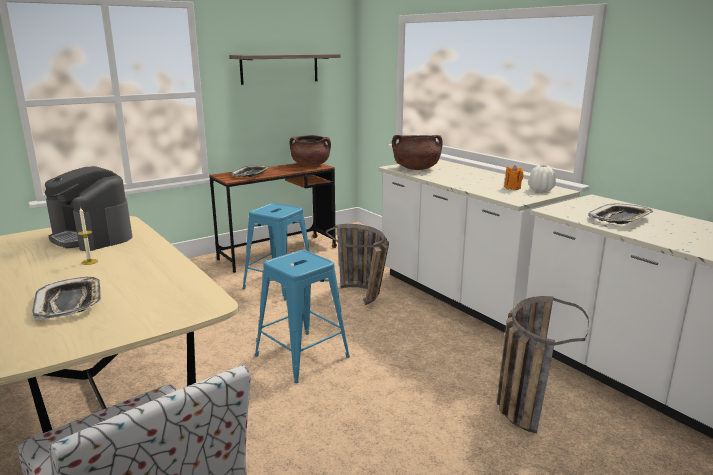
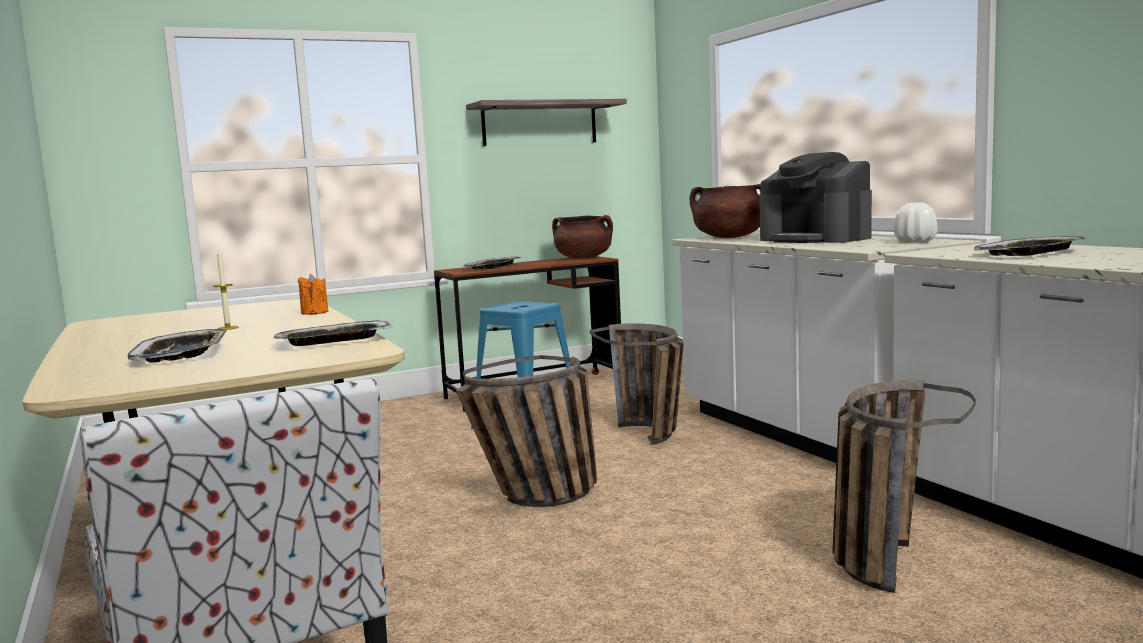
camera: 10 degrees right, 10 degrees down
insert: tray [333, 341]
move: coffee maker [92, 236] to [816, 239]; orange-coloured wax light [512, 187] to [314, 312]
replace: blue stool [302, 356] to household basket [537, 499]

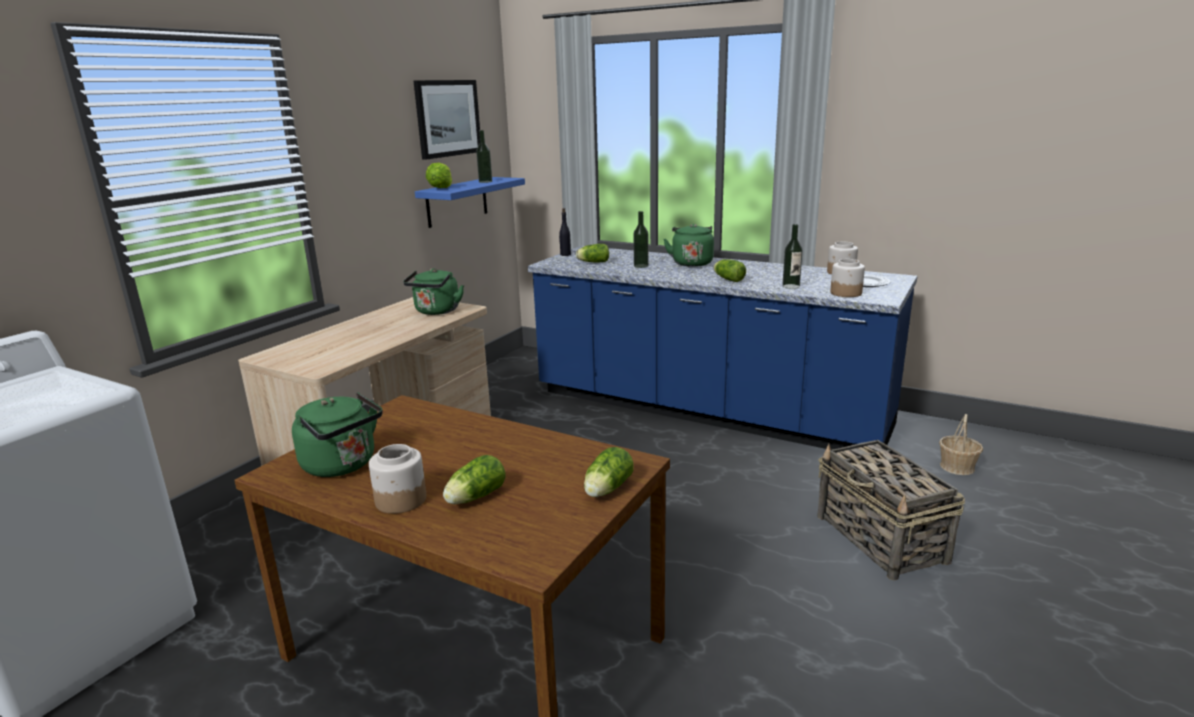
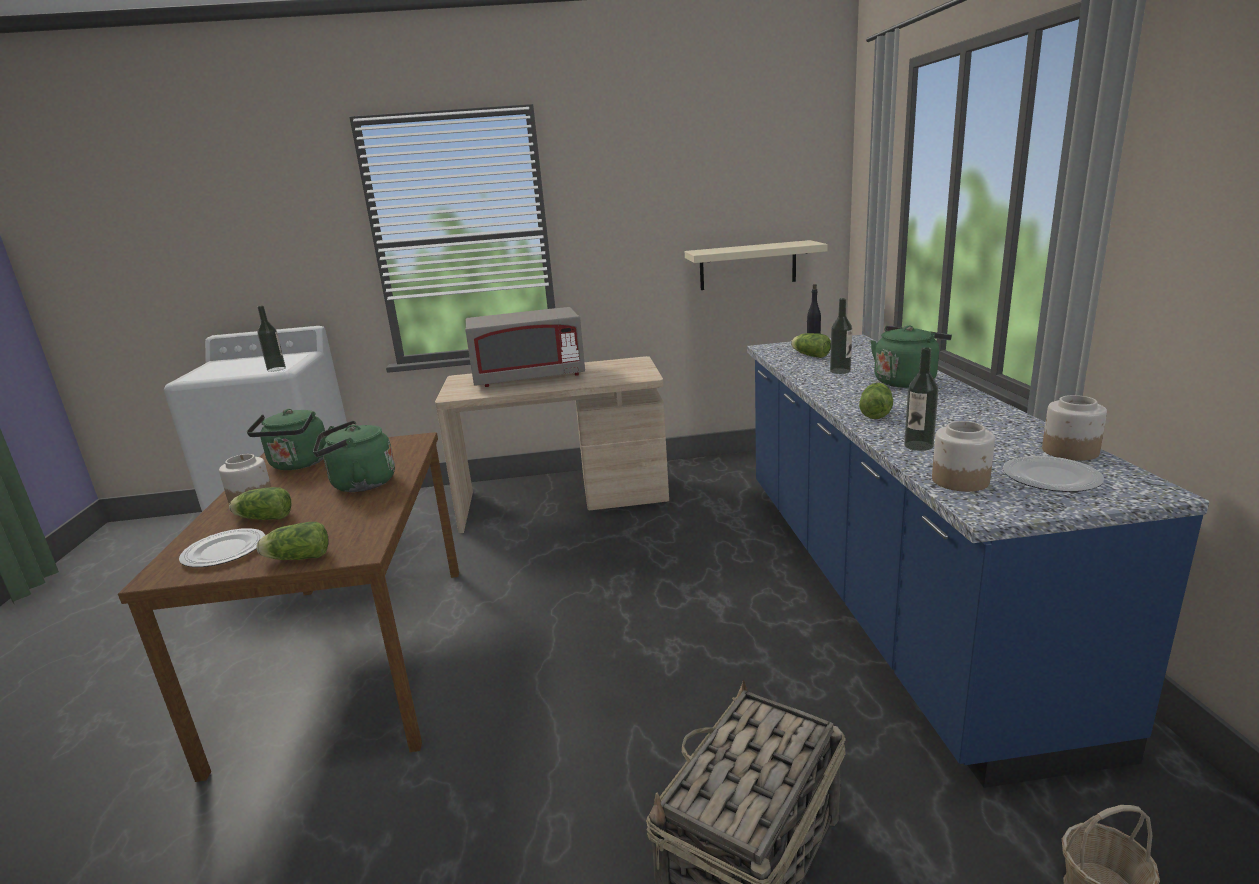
camera: 55 degrees right, 0 degrees up
delete: picture [448, 118]; lettuce head [440, 188]
insert: plate [225, 551]; grey microwave oven [529, 378]
move: green-coloured water kettle [436, 312] to [359, 484]; beverage bottle [485, 181] to [276, 369]
recolor: blue wall shelf [457, 202] to sand-coloured wall shelf [748, 265]

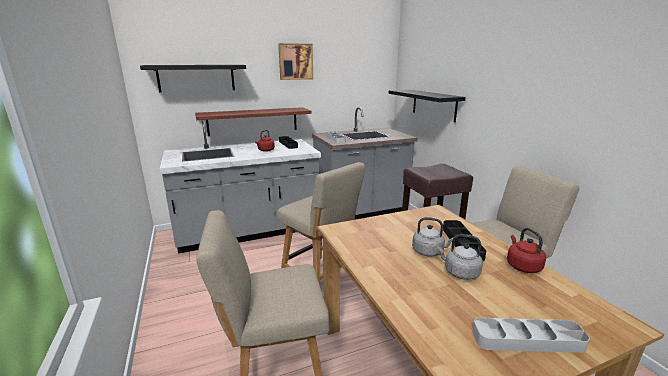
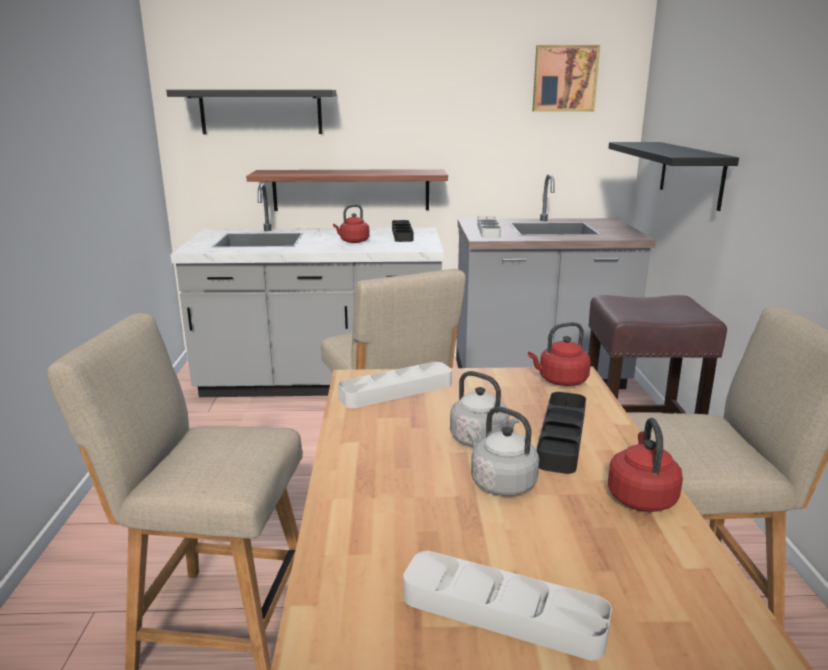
camera: 20 degrees right, 0 degrees up
insert: grey tray [396, 391]; red-coloured water kettle [560, 381]
move: picture [295, 61] to [564, 78]

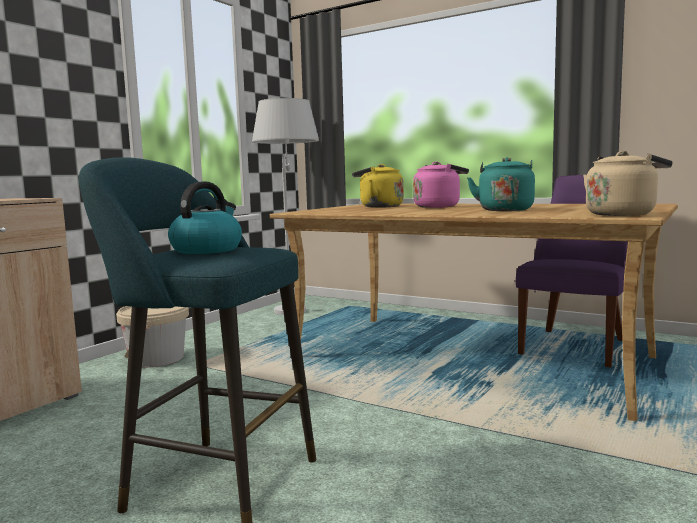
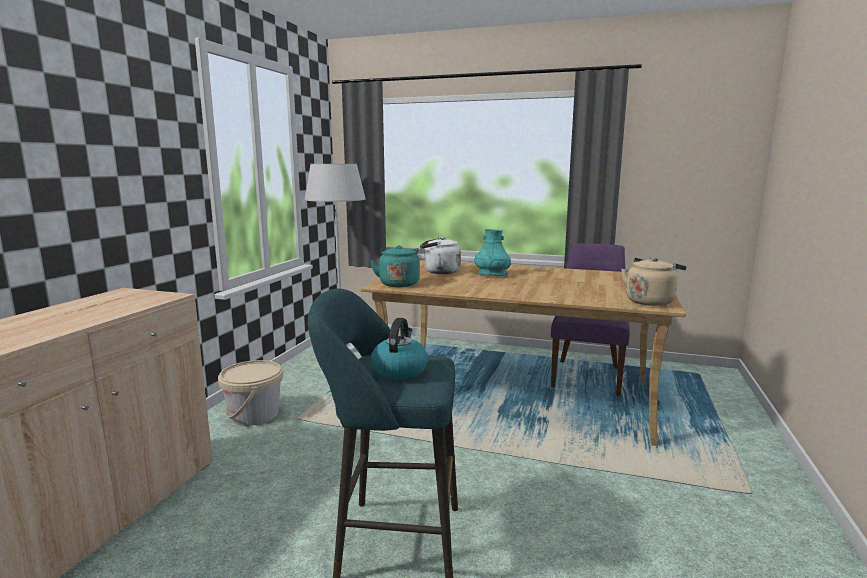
camera: 15 degrees left, 5 degrees up
move: turquoise water kettle [505, 210] to [399, 283]
replace: pinkish water kettle [439, 207] to turquoise decorative vase [492, 274]
recolor: yellow-coloured water kettle [378, 207] to whitish water kettle [439, 272]

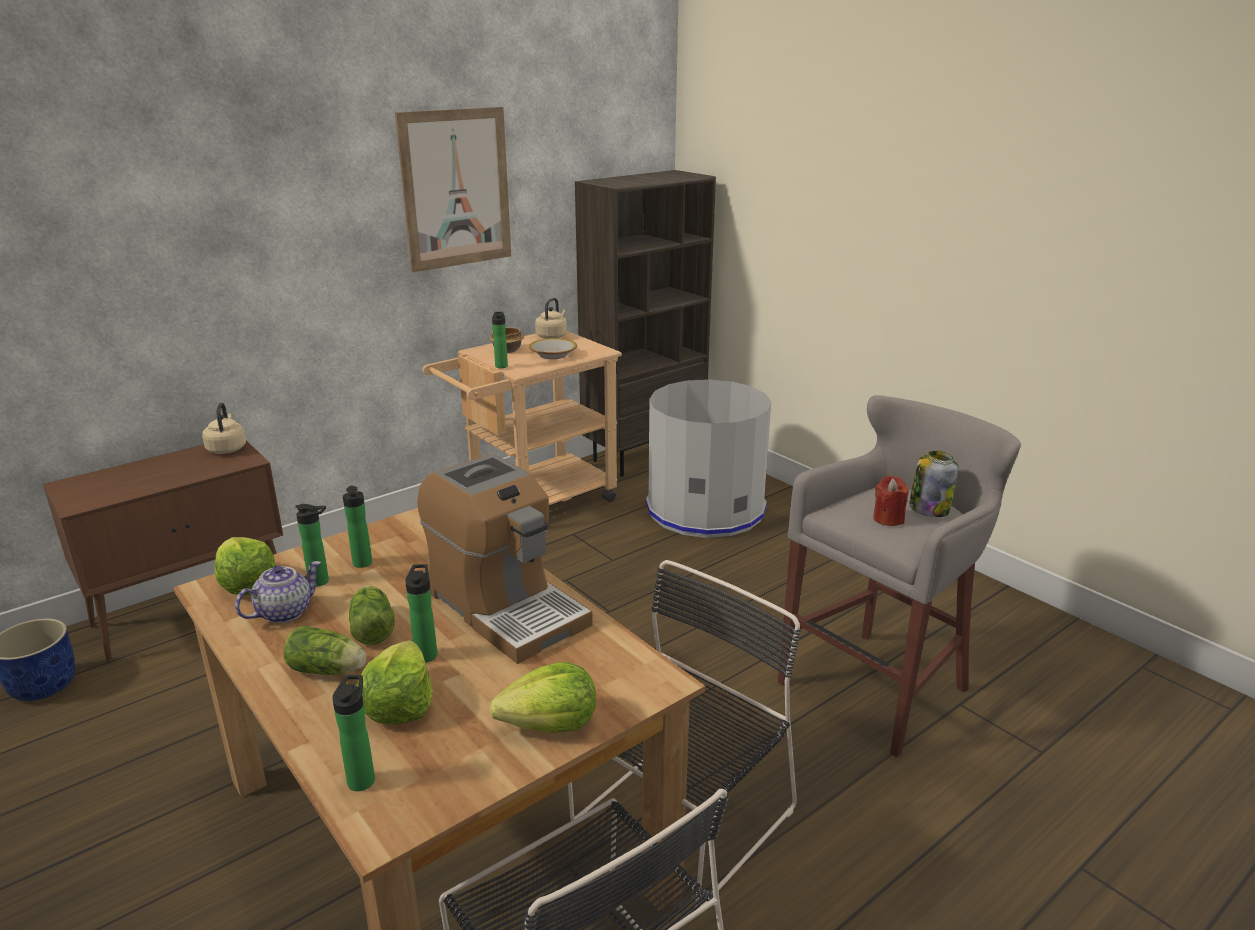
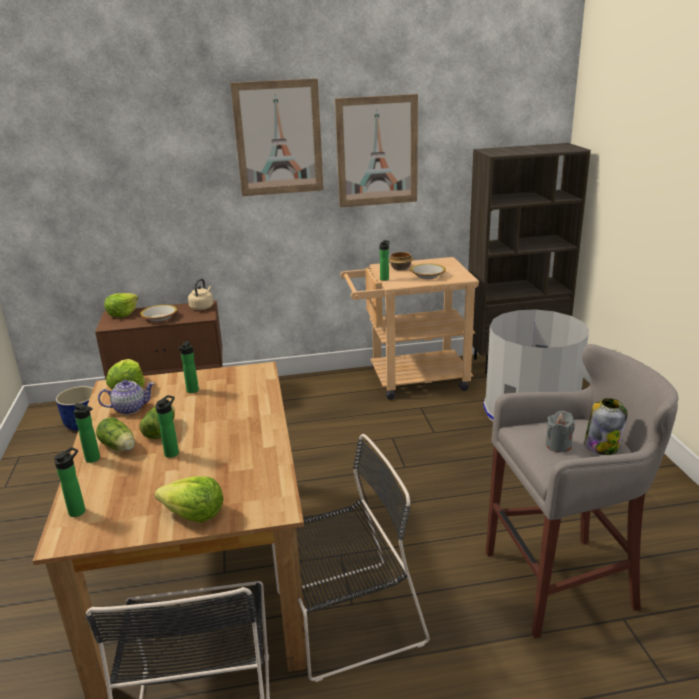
camera: 30 degrees right, 0 degrees up
delete: coffee maker [506, 607]; sand-coloured water kettle [552, 336]
insert: bowl [159, 318]; picture [278, 138]
move: beverage bottle [322, 581] to [94, 459]; lettuce head [398, 704] to [123, 314]
recolor: red-coloured wax light [888, 519] to grey wax light [558, 445]

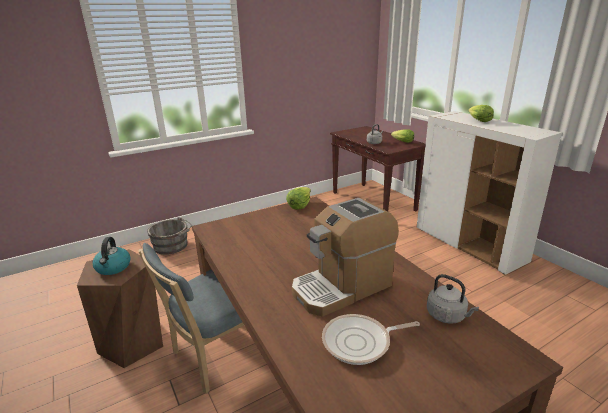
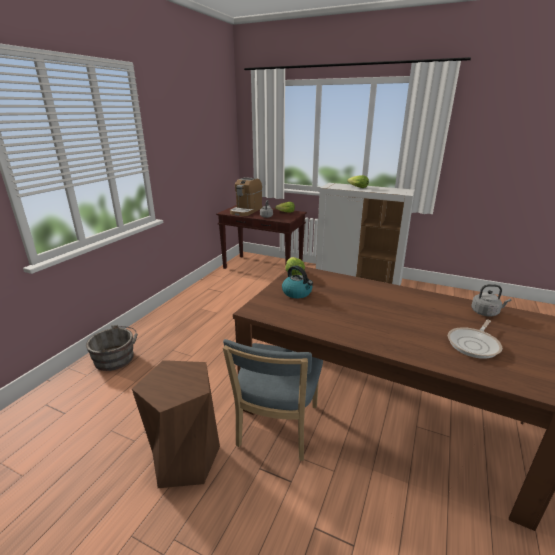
camera: 35 degrees left, 0 degrees up
move: water kettle [113, 268] to [297, 293]; coffee maker [342, 287] to [246, 211]

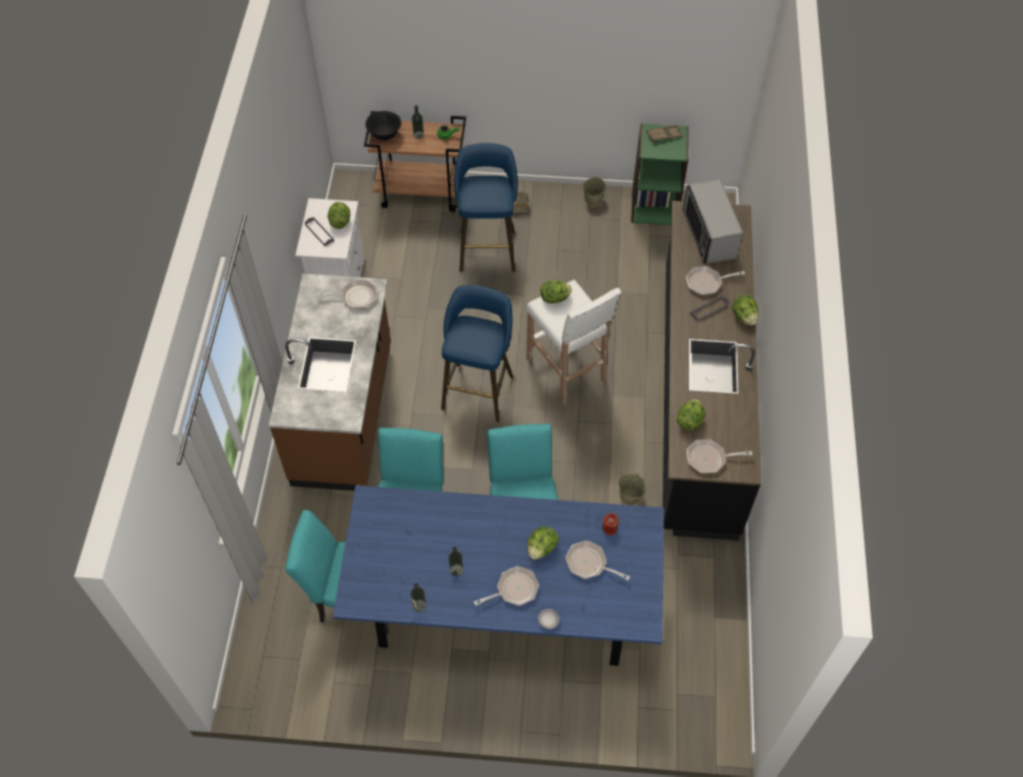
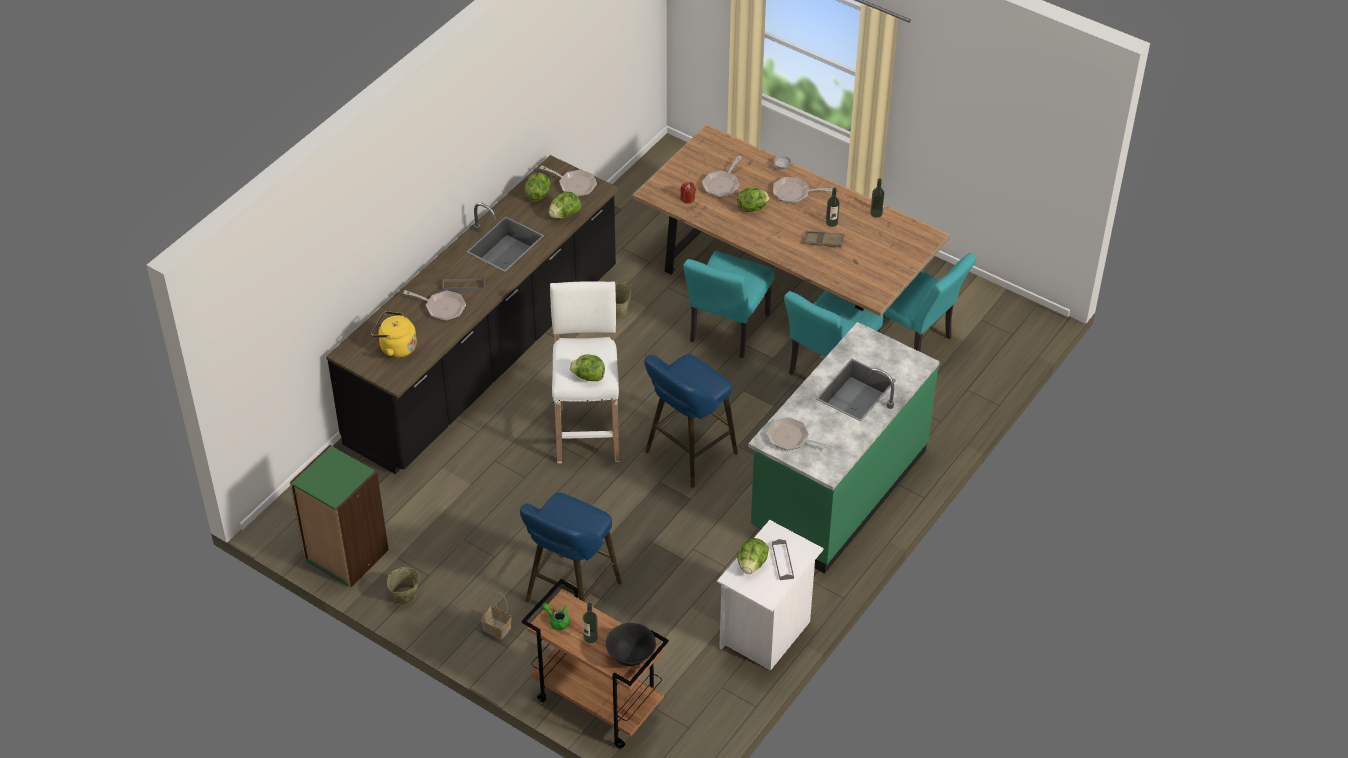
camera: 150 degrees left, 10 degrees down
move: brown-coloured tray [664, 135] to [823, 241]; lettuce head [744, 317] to [538, 195]
replace: microwave oven [708, 234] to yellow-coloured water kettle [395, 347]
recolor: brown-coloured counter [345, 415] to green-coloured counter [837, 490]; blue dining table [503, 604] to brown-coloured dining table [786, 285]
rotate: skillet [589, 563] = [722, 185] 60 degrees clockwise

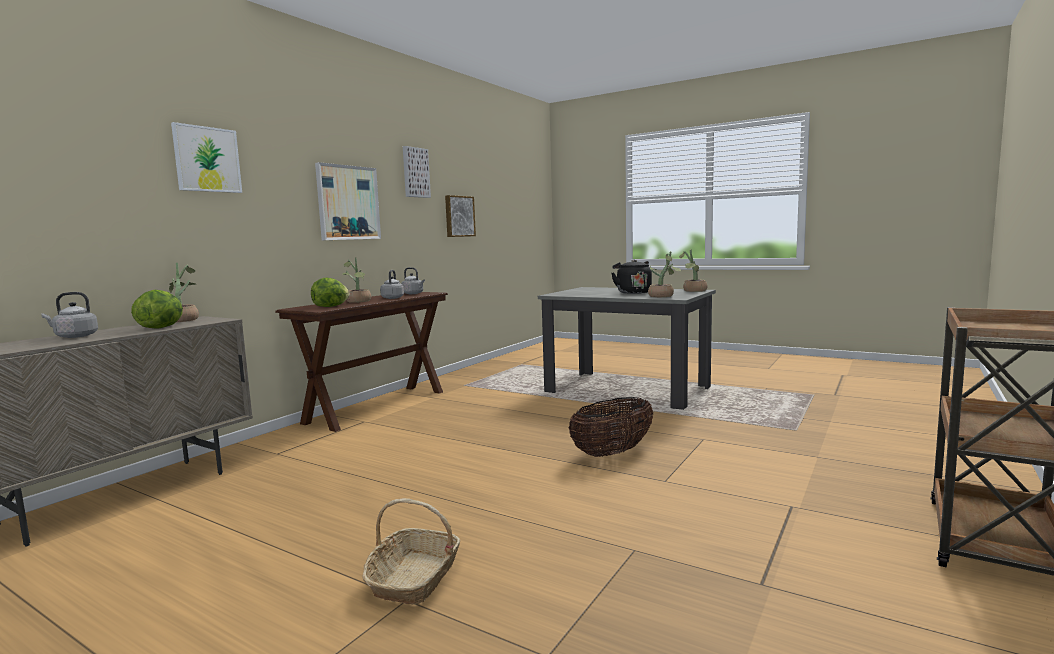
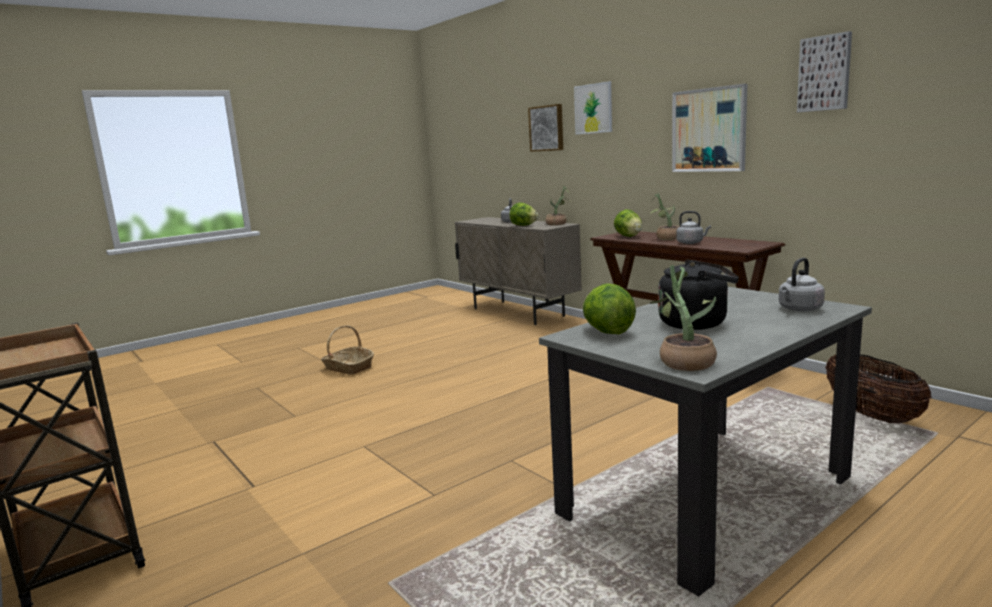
camera: 110 degrees right, 5 degrees up
move: grey water kettle [413, 293] to [799, 309]; picture [459, 216] to [547, 128]; household basket [612, 453] to [871, 415]
replace: houseplant [663, 296] to lettuce head [607, 332]

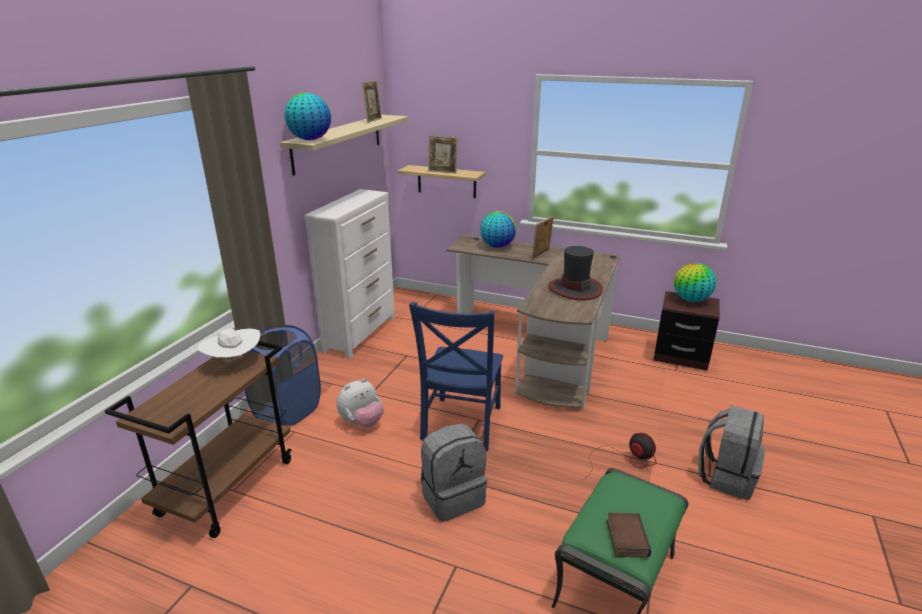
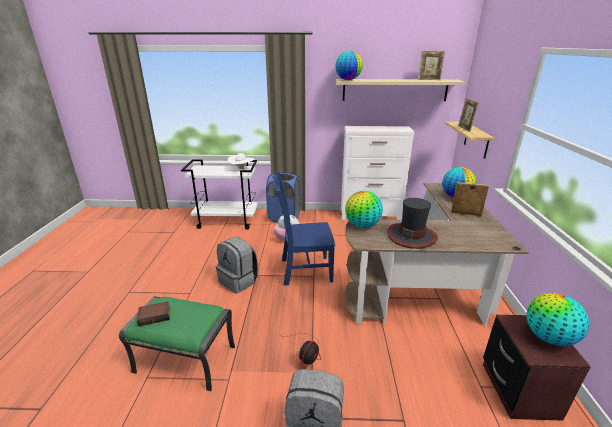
camera: 70 degrees right, 0 degrees up
insert: desk globe [362, 225]
recolor: brown-coloured cart [228, 486] to whitish cart [227, 221]

